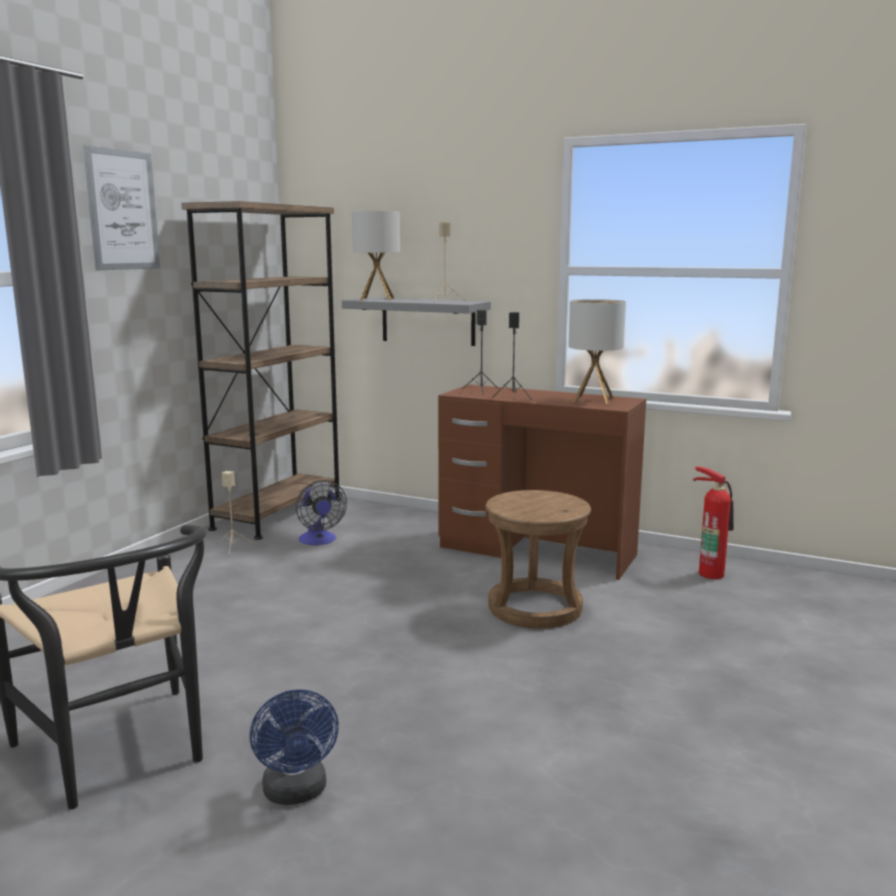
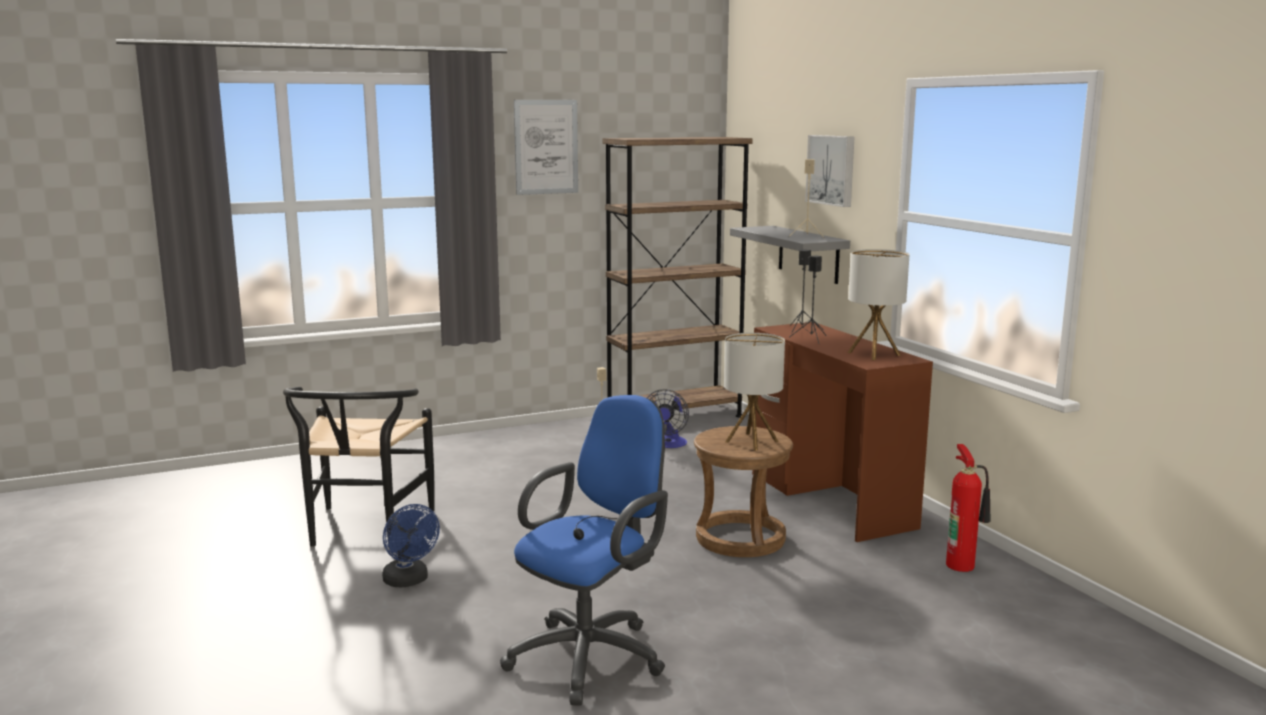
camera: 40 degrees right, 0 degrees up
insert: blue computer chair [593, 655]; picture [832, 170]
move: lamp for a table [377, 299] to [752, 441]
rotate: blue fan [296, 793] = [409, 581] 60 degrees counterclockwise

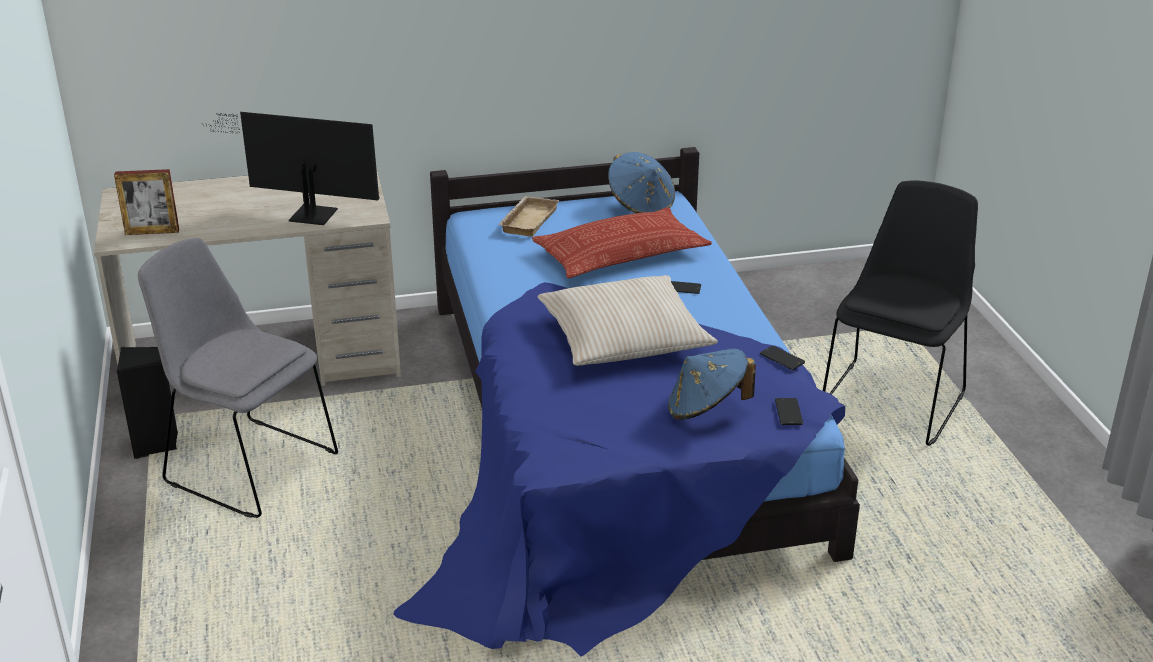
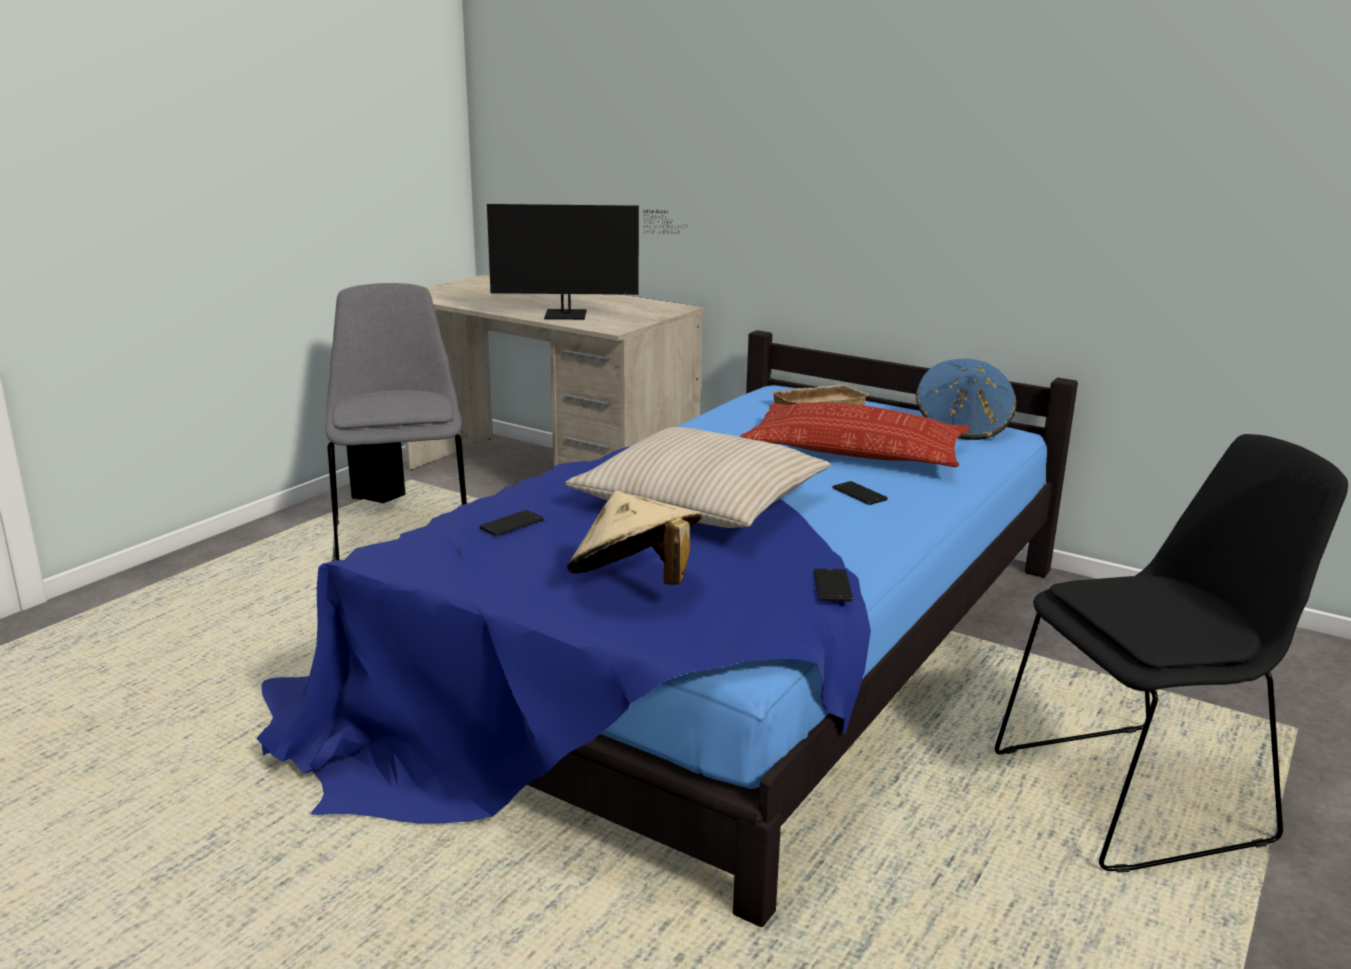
camera: 45 degrees right, 10 degrees down
delete: standing frame [152, 232]
move: handset [788, 412] to [512, 524]
recolor: blue clothing hat [707, 408] to sand-coloured clothing hat [635, 584]
rotate: computer display [307, 213] = [573, 315] 120 degrees clockwise

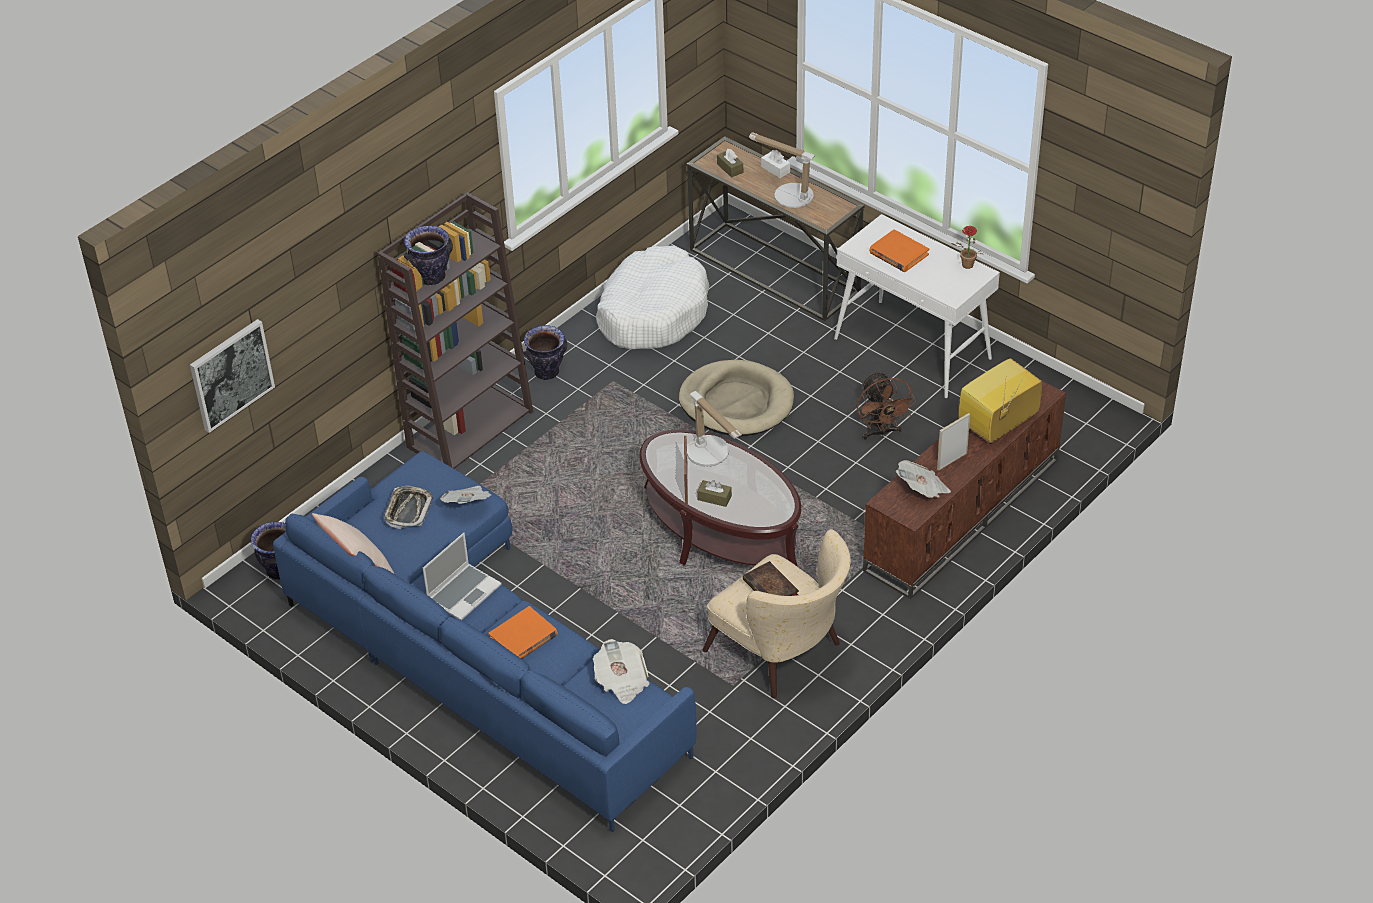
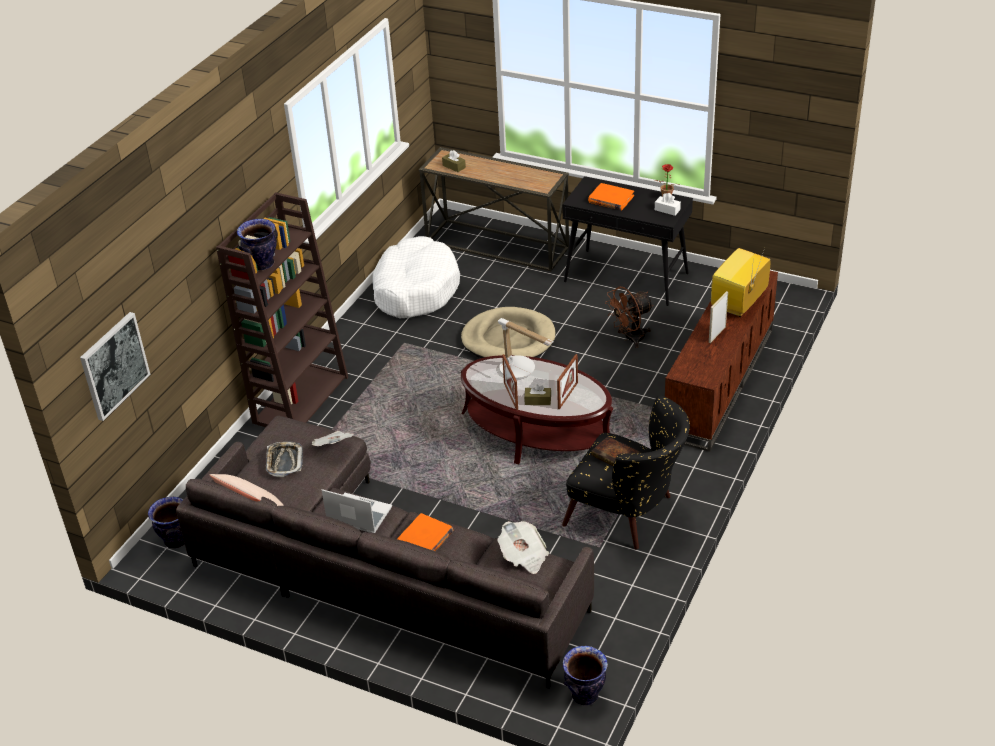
camera: 15 degrees left, 5 degrees down
delete: lamp for a table [789, 195]; printed paper [922, 490]
insert: standing frame [567, 395]
move: decorative vase [547, 373] to [585, 695]; whitish tissue box [775, 169] to [667, 210]
recolor: blue settee [479, 654] to grey settee [375, 569]; sand-coloured armchair [782, 655] to blackish armchair [628, 515]; whitish console table [913, 349] to blackish console table [627, 277]
rotate: laptop [464, 592] = [358, 515] 90 degrees counterclockwise; brown-coloured fan [881, 433] = [630, 338] 90 degrees clockwise

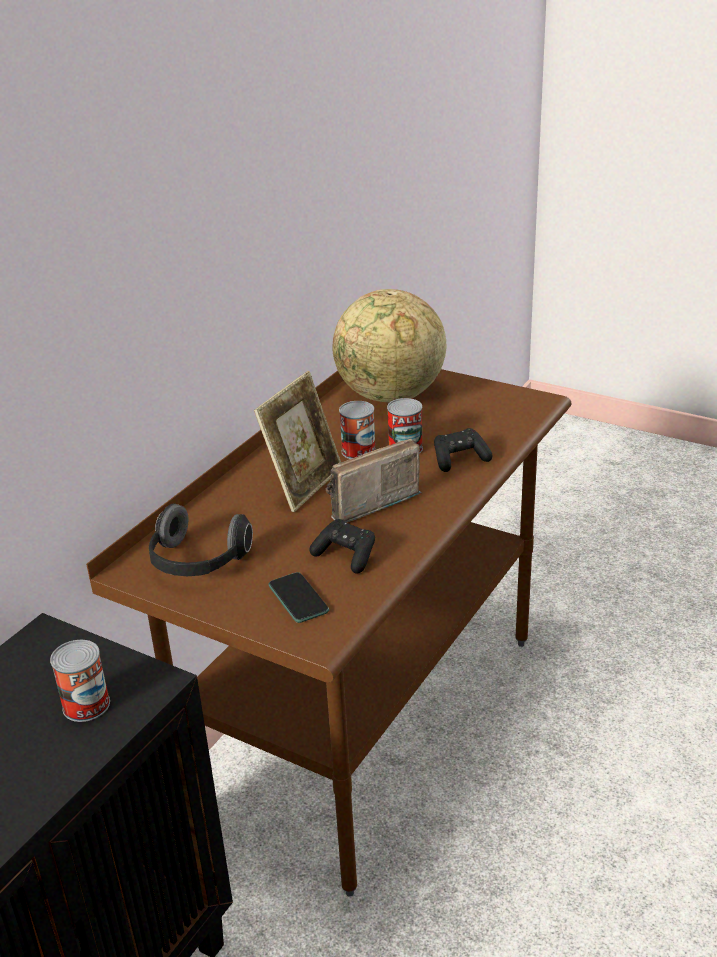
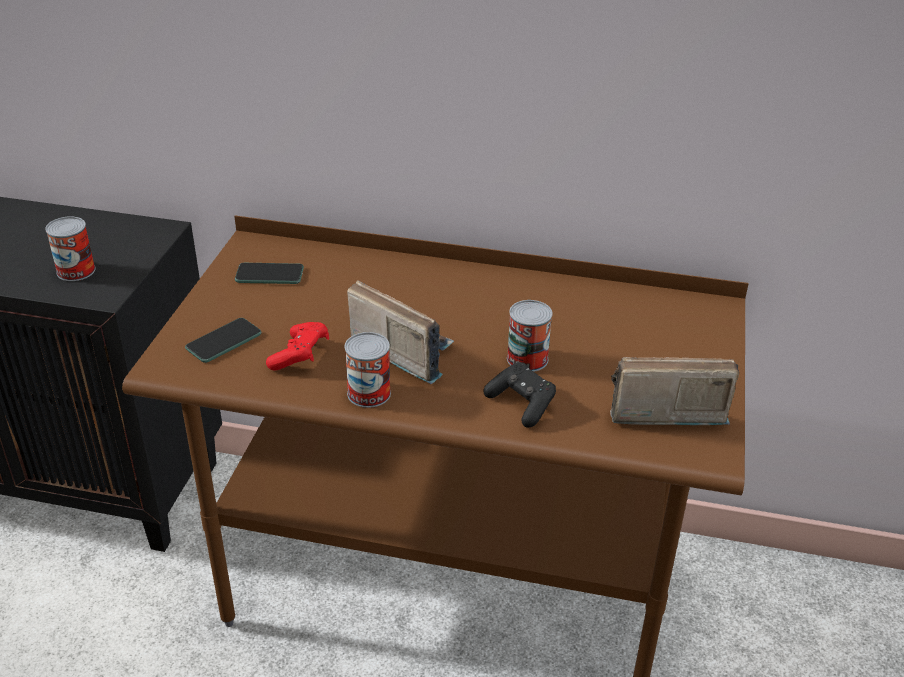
camera: 70 degrees right, 5 degrees up
delete: standing frame [304, 485]; desk globe [390, 396]
insert: radio receiver [661, 409]
move: sealed can [358, 451] to [369, 393]
replace: pair of headphones [197, 563] to handset [269, 275]
recolor: blackish gamepad [346, 556] to red-coloured gamepad [300, 356]

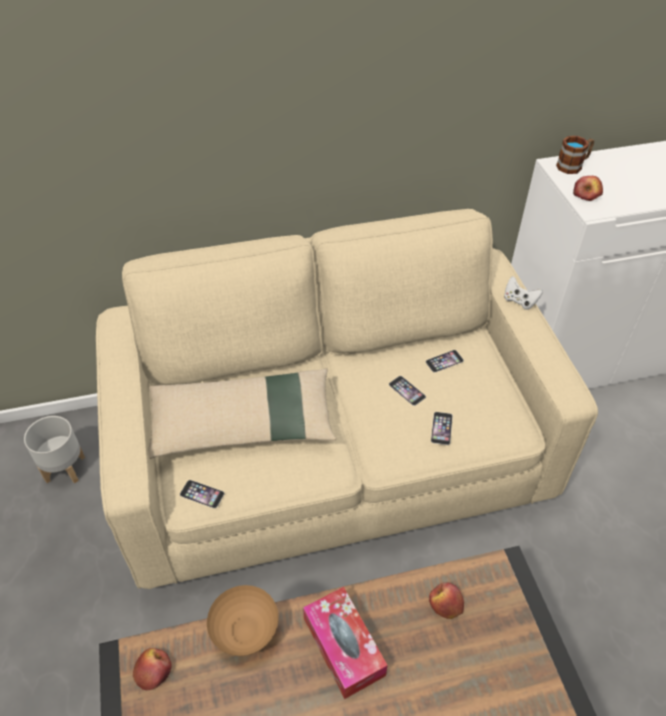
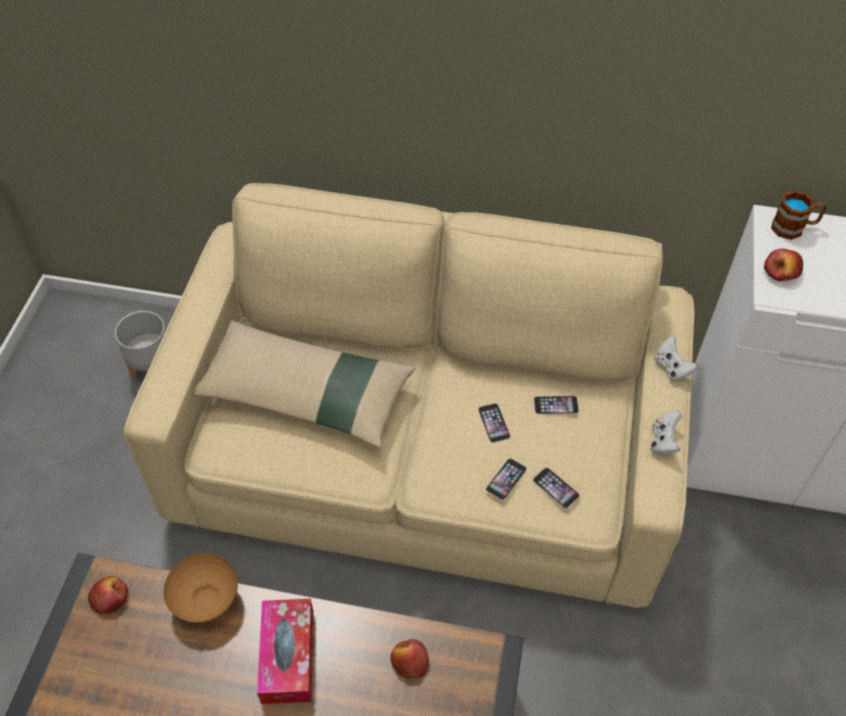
camera: 25 degrees right, 5 degrees up
insert: whitish gamepad [663, 441]
move: handset [202, 494] to [556, 487]

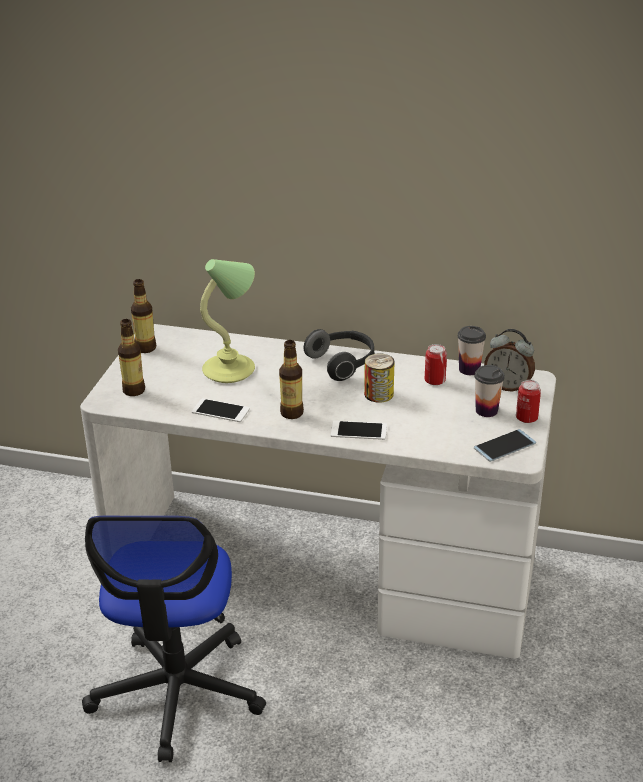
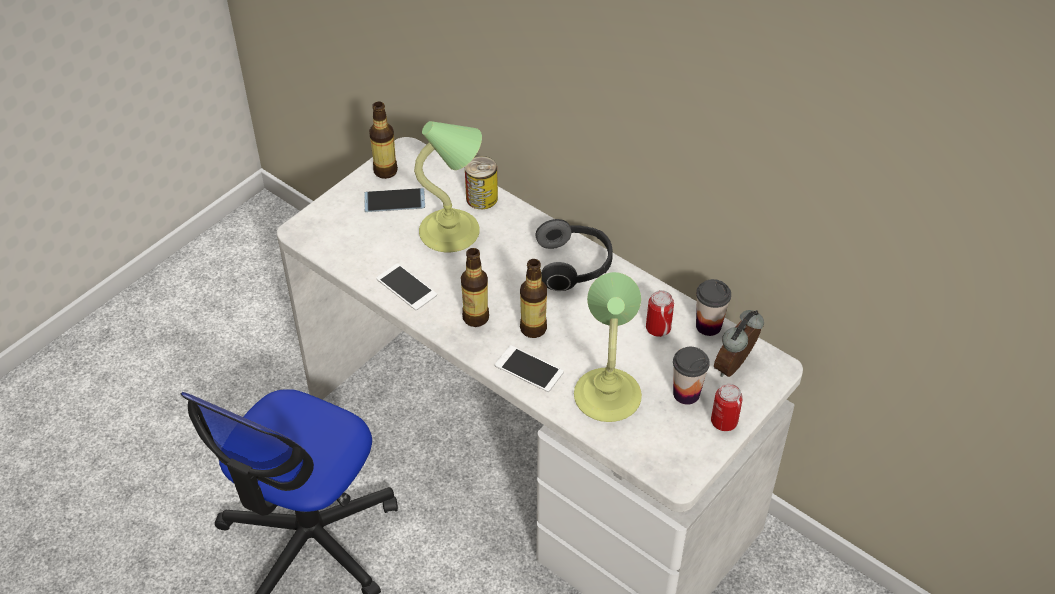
camera: 25 degrees right, 15 degrees up
insert: lamp for a table [608, 394]
move: beverage bottle [134, 390] to [533, 328]; sealed can [378, 394] to [482, 198]; handset [504, 446] to [394, 201]
rotate: alarm clock [508, 386] = [735, 367] 75 degrees clockwise

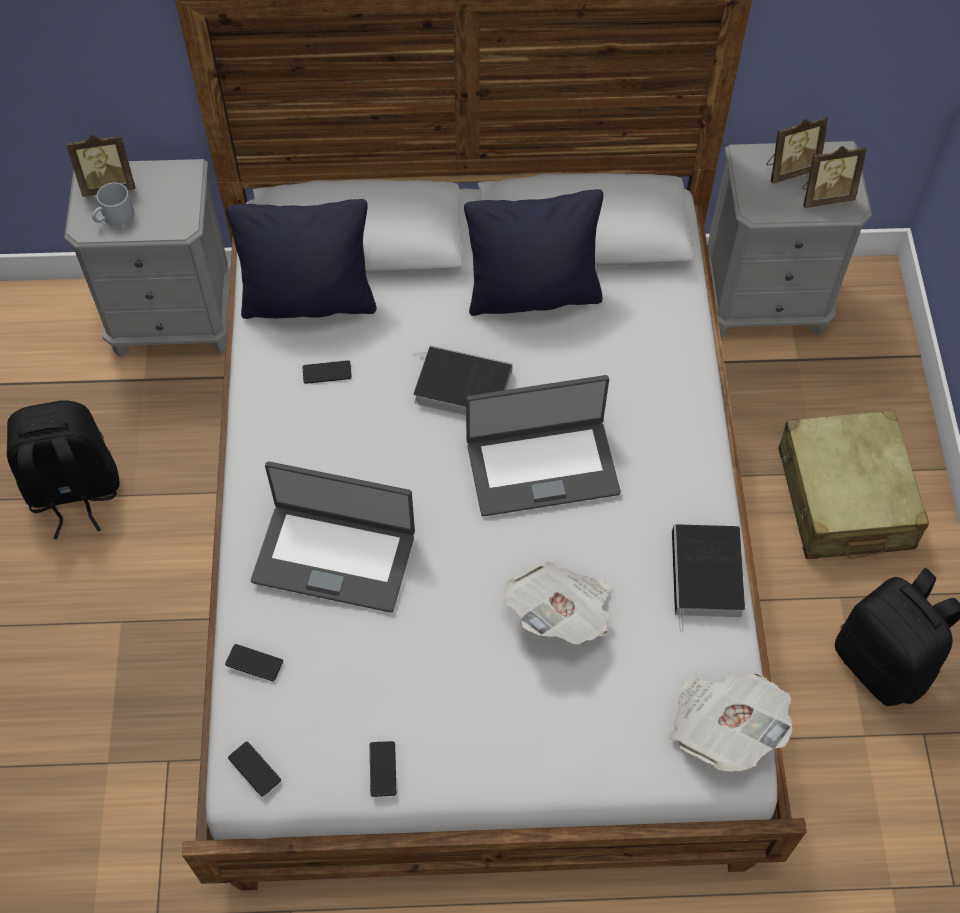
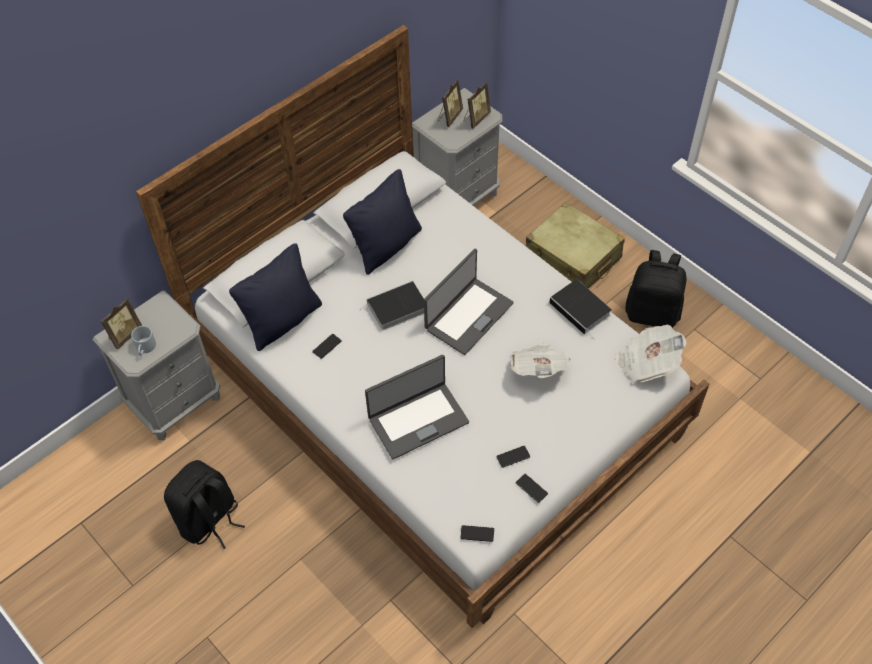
camera: 40 degrees left, 5 degrees down
move: handset [254, 663] to [513, 457]

